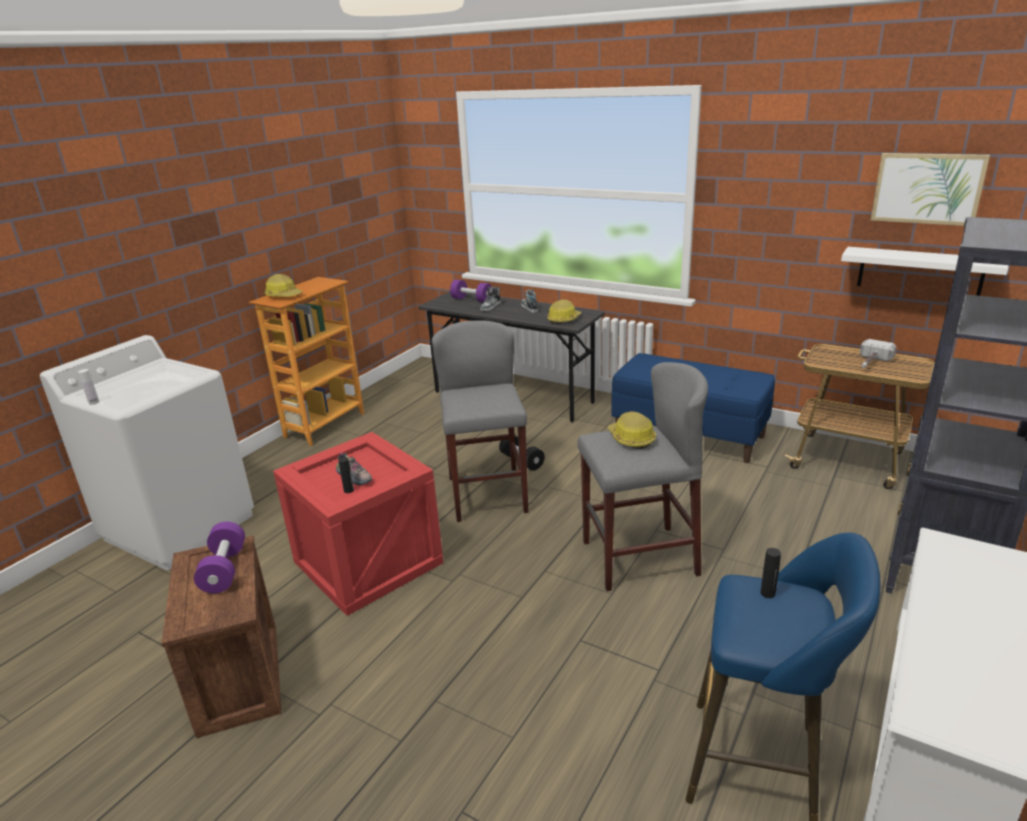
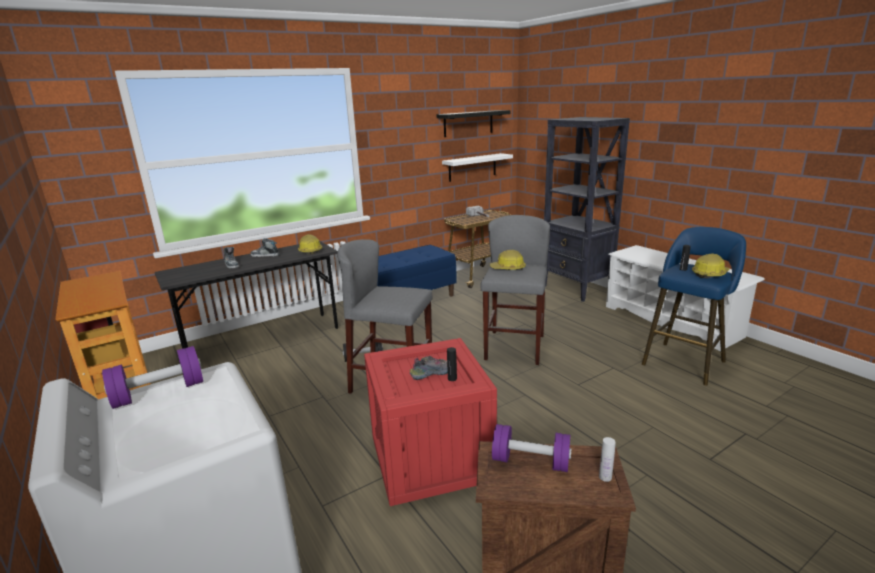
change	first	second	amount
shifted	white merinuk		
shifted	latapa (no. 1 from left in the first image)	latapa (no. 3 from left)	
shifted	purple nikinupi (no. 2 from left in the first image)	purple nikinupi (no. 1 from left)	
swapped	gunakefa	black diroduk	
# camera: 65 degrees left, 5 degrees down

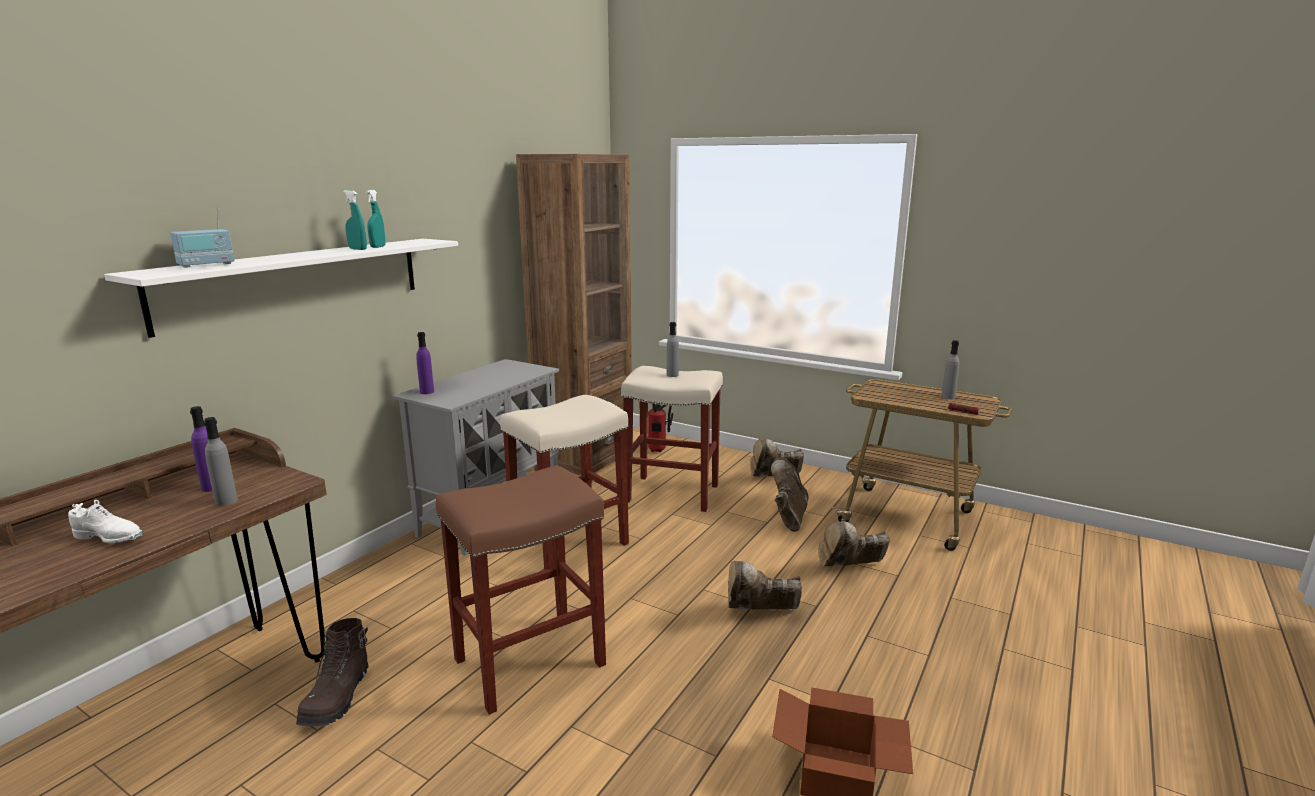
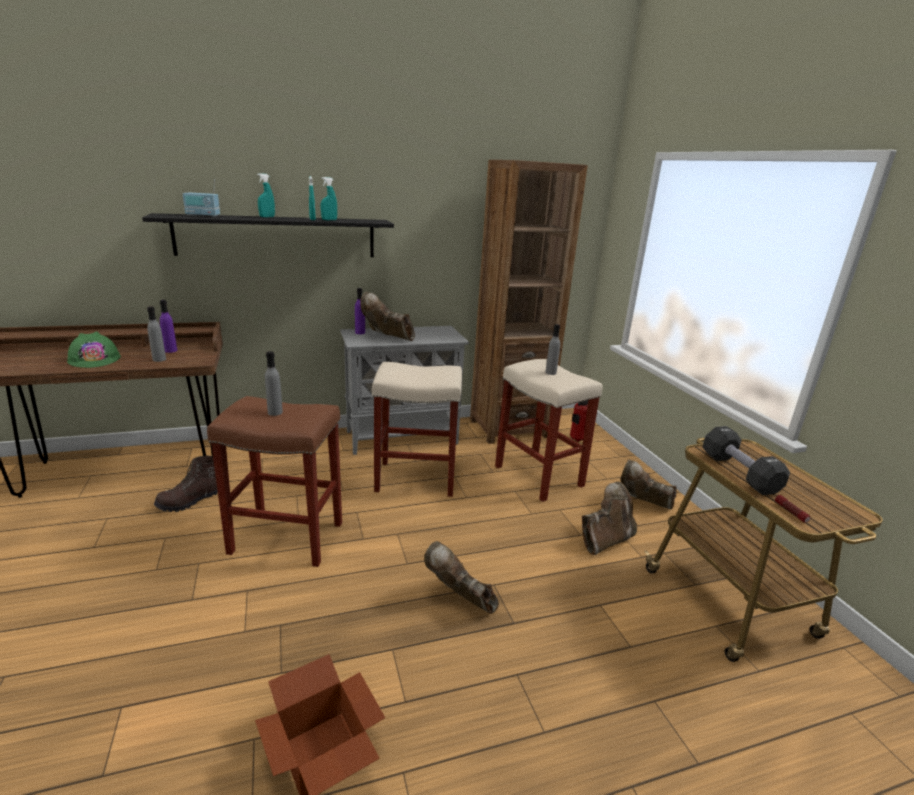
change	first	second	amount
swapped	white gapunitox	green latapa	
repainted	white diroduk	black diroduk	
shifted	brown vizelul (no. 5 from left in the first image)	brown vizelul (no. 2 from left)	
shifted	grey merinuk (no. 3 from left in the first image)	grey merinuk (no. 2 from left)	
new		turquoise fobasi (no. 1 from left)	
new		black nikinupi	
# camera: 40 degrees right, 5 degrees up

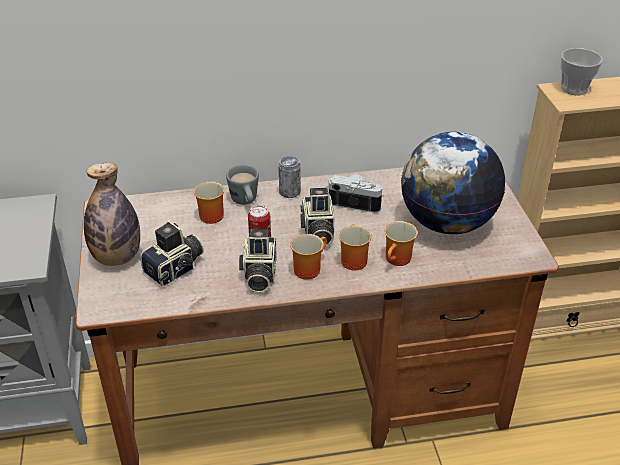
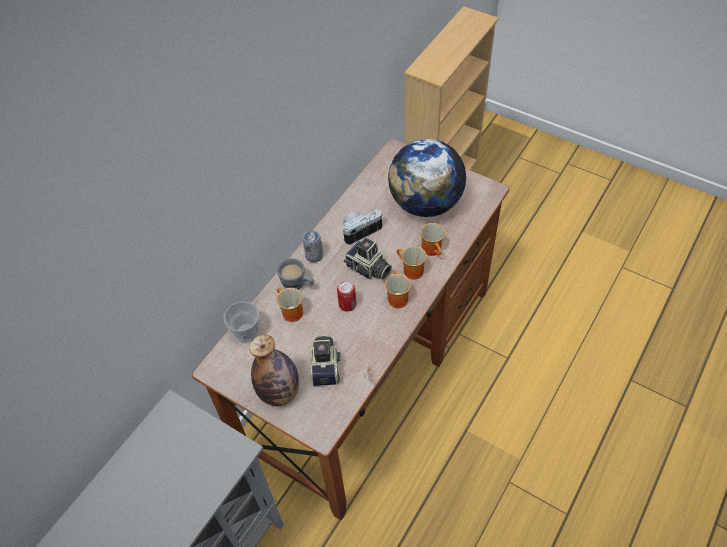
change	first	second	amount
gone	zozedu (no. 2 from left)		
shifted	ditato		
# camera: 45 degrees left, 15 degrees up

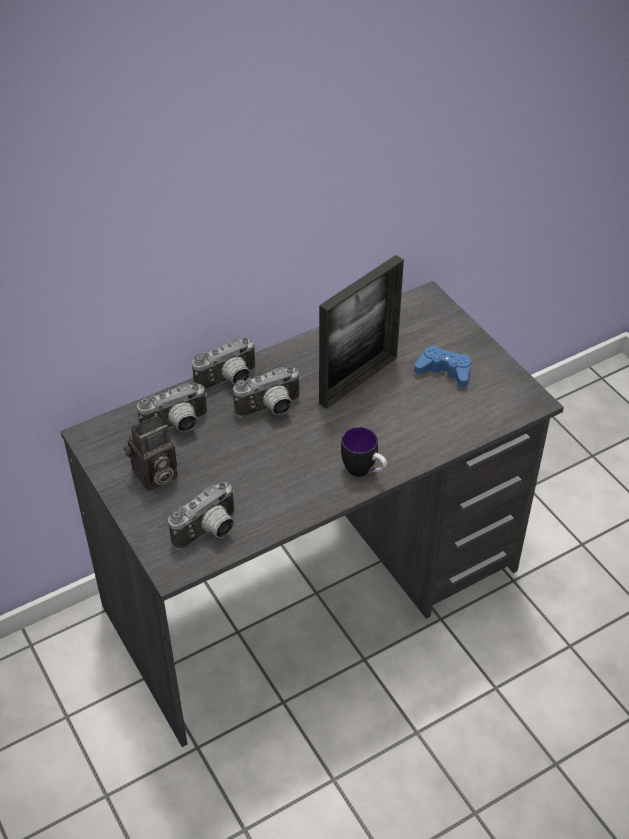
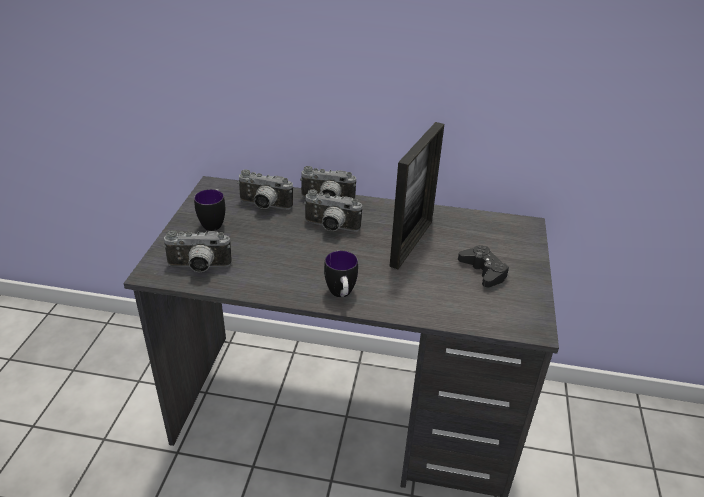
change	first	second	amount
swapped	zozedu (no. 1 from left)	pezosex (no. 1 from left)	
rotated	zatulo		60 degrees counterclockwise
repainted	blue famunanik	black famunanik	
# camera: 40 degrees right, 10 degrees down

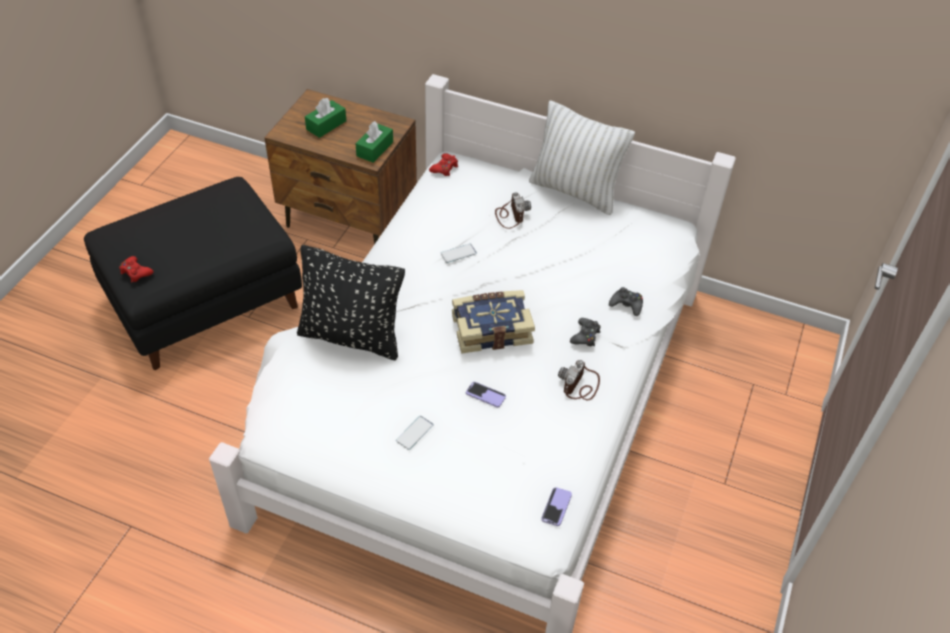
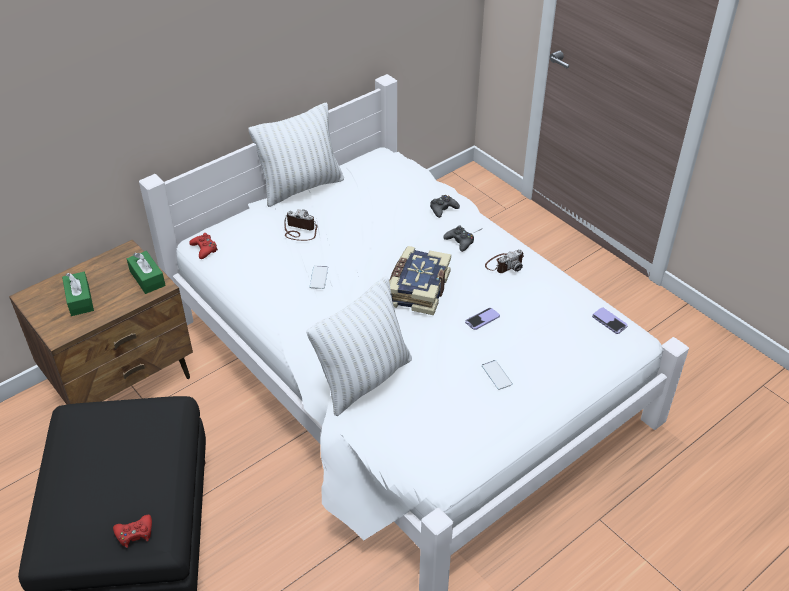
change	first	second	amount
repainted	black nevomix	white nevomix (no. 2 from left)	
rotated	zozedu (no. 2 from left)		90 degrees counterclockwise
# camera: 60 degrees left, 5 degrees down

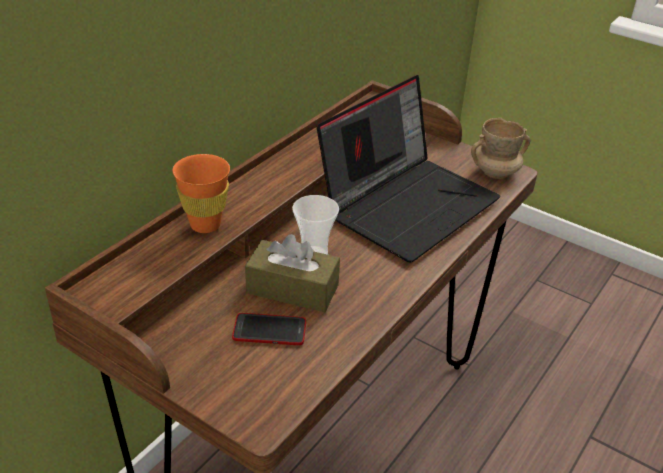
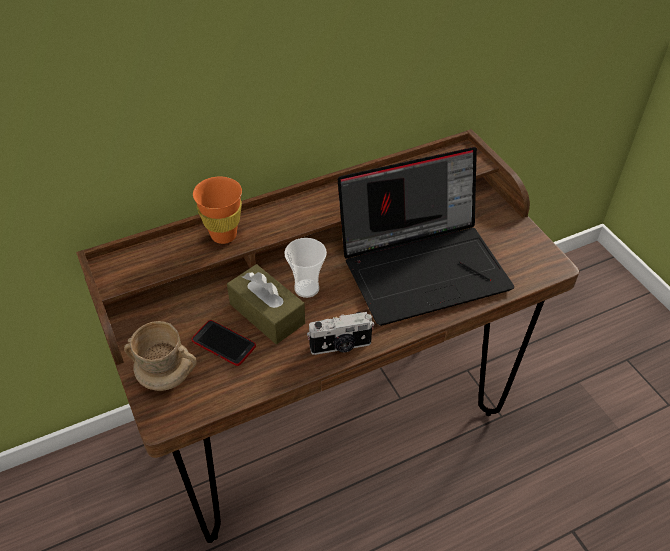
change	first	second	amount
shifted	beige pezosex		
new		zozedu	
# camera: 30 degrees right, 10 degrees up

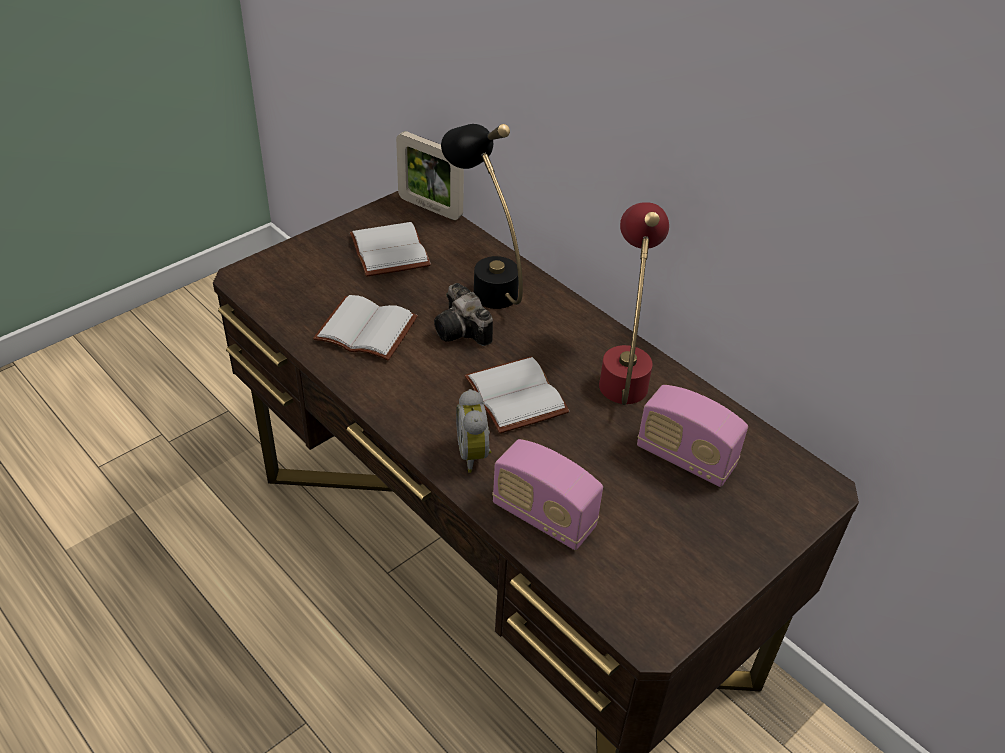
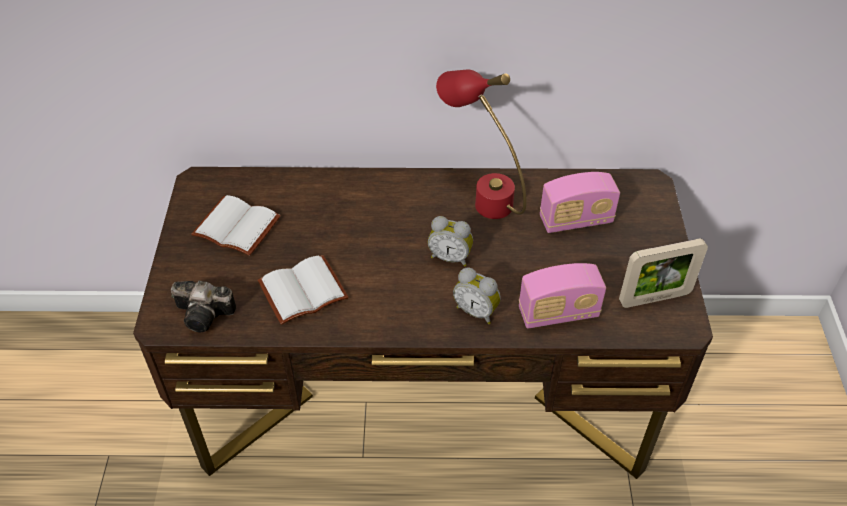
change	first	second	amount
shifted	zatulo		
shifted	zozedu		
gone	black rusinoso		
swapped	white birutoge (no. 3 from left)	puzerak (no. 1 from left)	
# camera: 45 degrees left, 5 degrees up

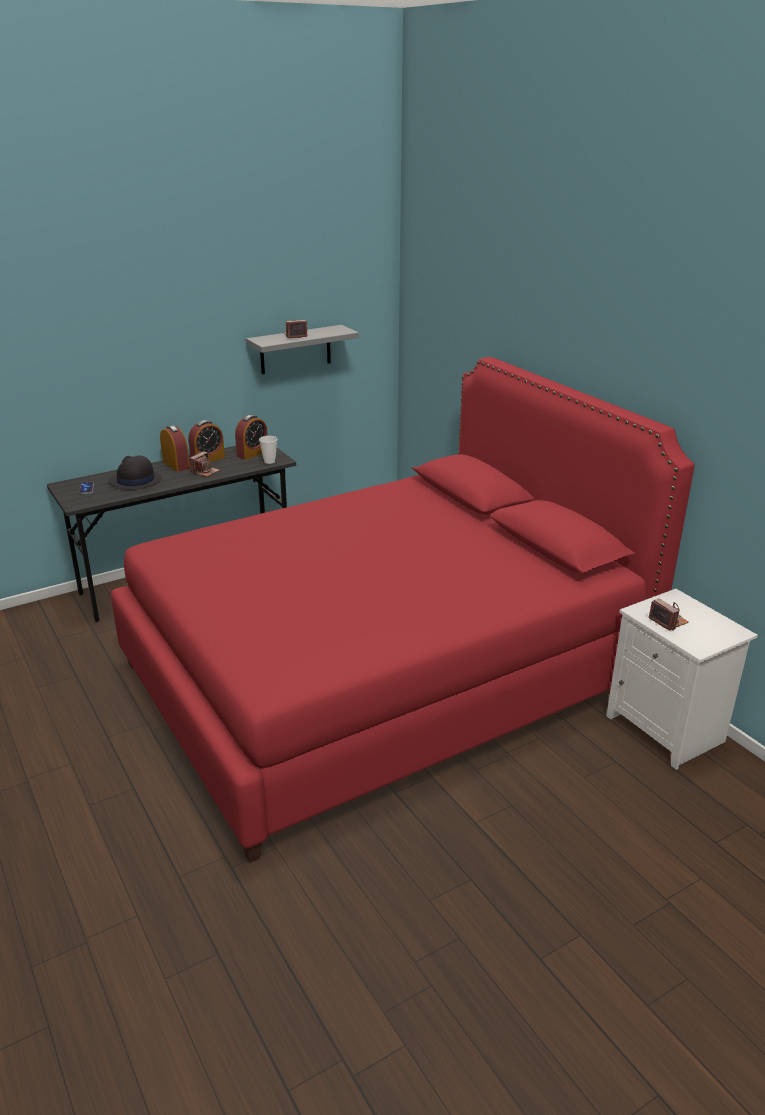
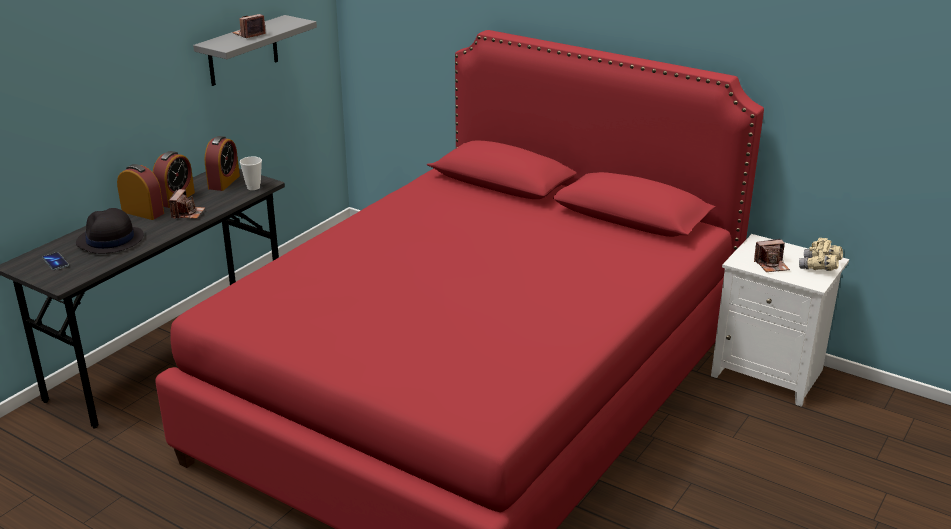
change	first	second	amount
rotated	zozedu (no. 3 from left)		135 degrees clockwise
new		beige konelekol	
# camera: 25 degrees left, 0 degrees up

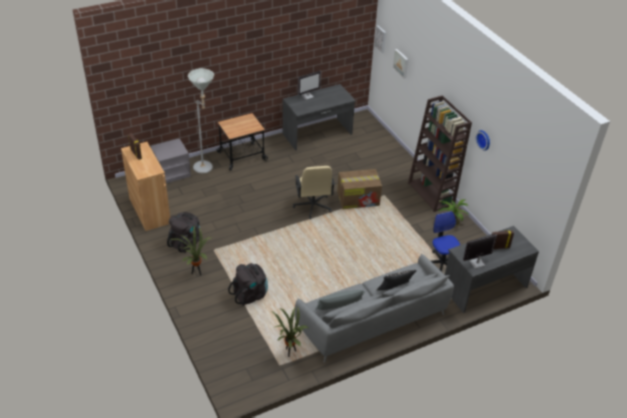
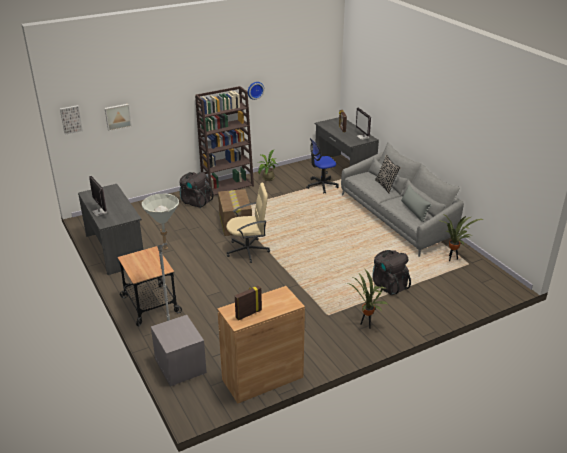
change	first	second	amount
shifted	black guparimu (no. 1 from left)		
# camera: 90 degrees left, 10 degrees down

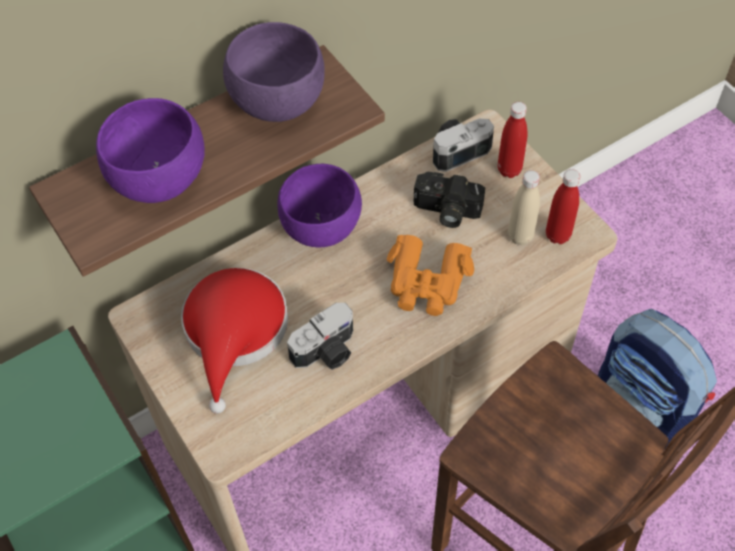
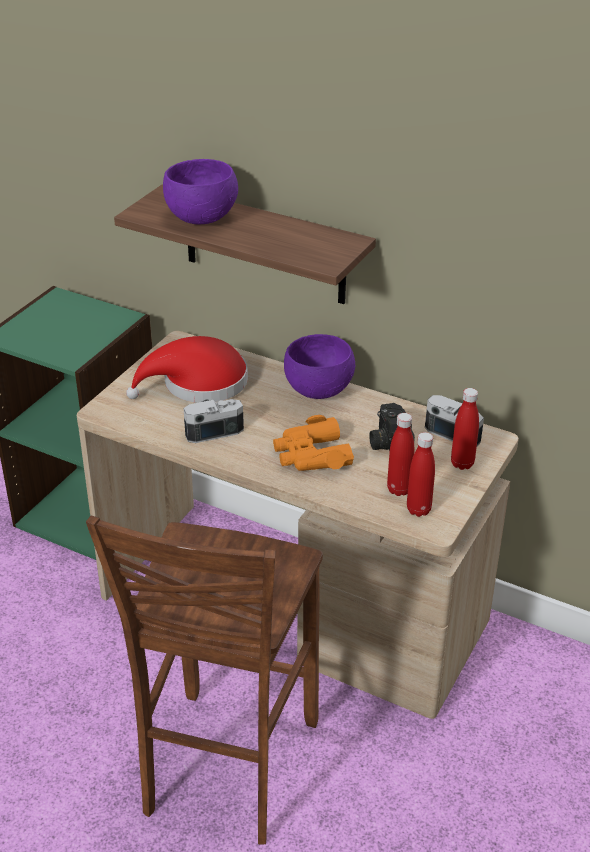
change	first	second	amount
gone	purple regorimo (no. 2 from left)		
rotated	zozedu (no. 1 from left)		135 degrees clockwise
repainted	beige merinuk	red merinuk (no. 1 from left)	
gone	guparimu		
# camera: 60 degrees right, 20 degrees down

